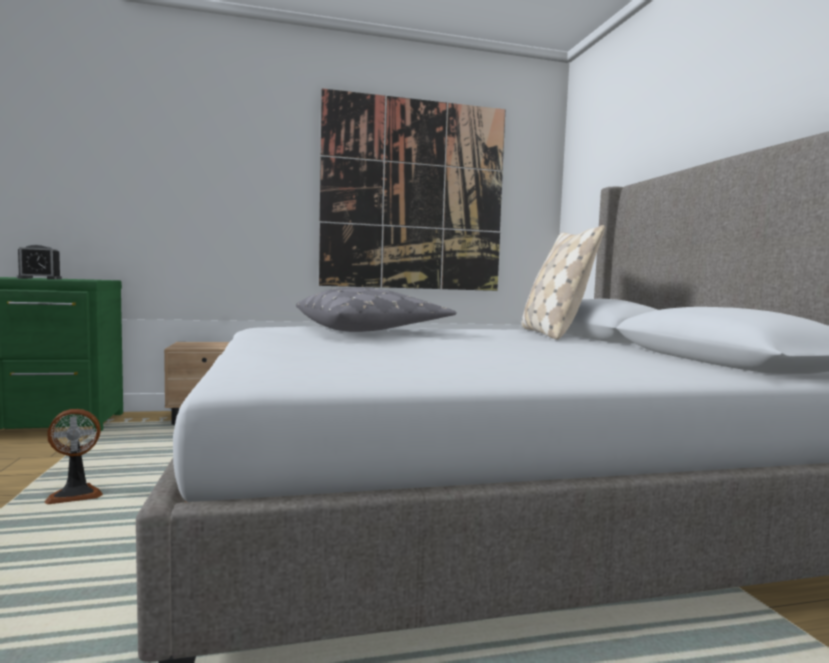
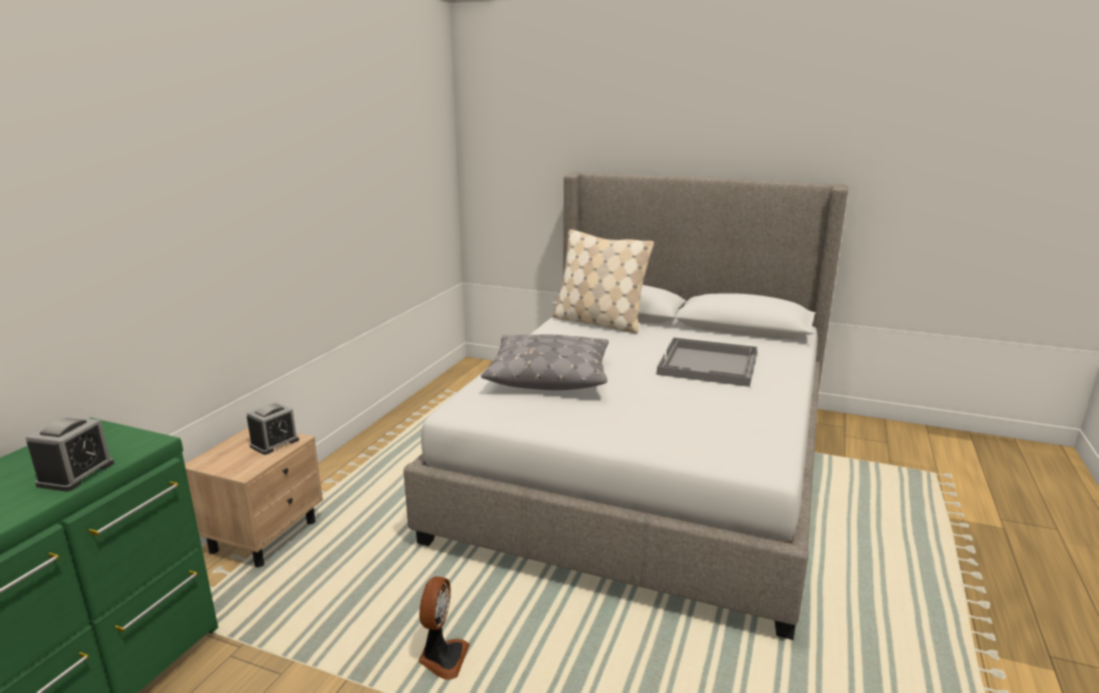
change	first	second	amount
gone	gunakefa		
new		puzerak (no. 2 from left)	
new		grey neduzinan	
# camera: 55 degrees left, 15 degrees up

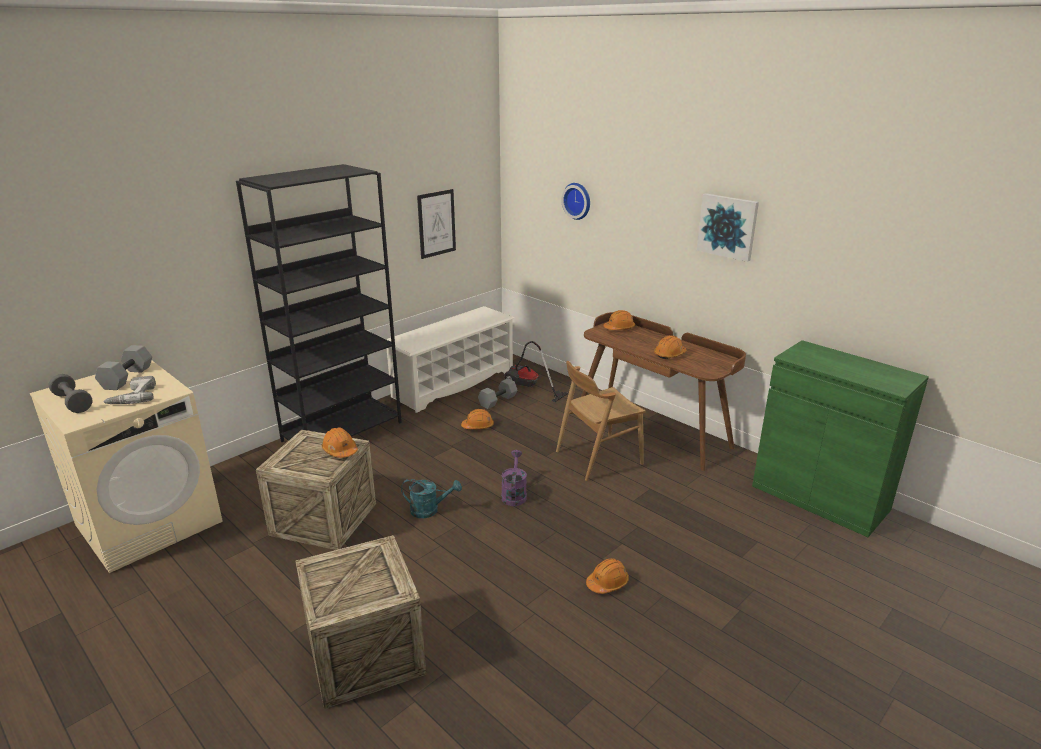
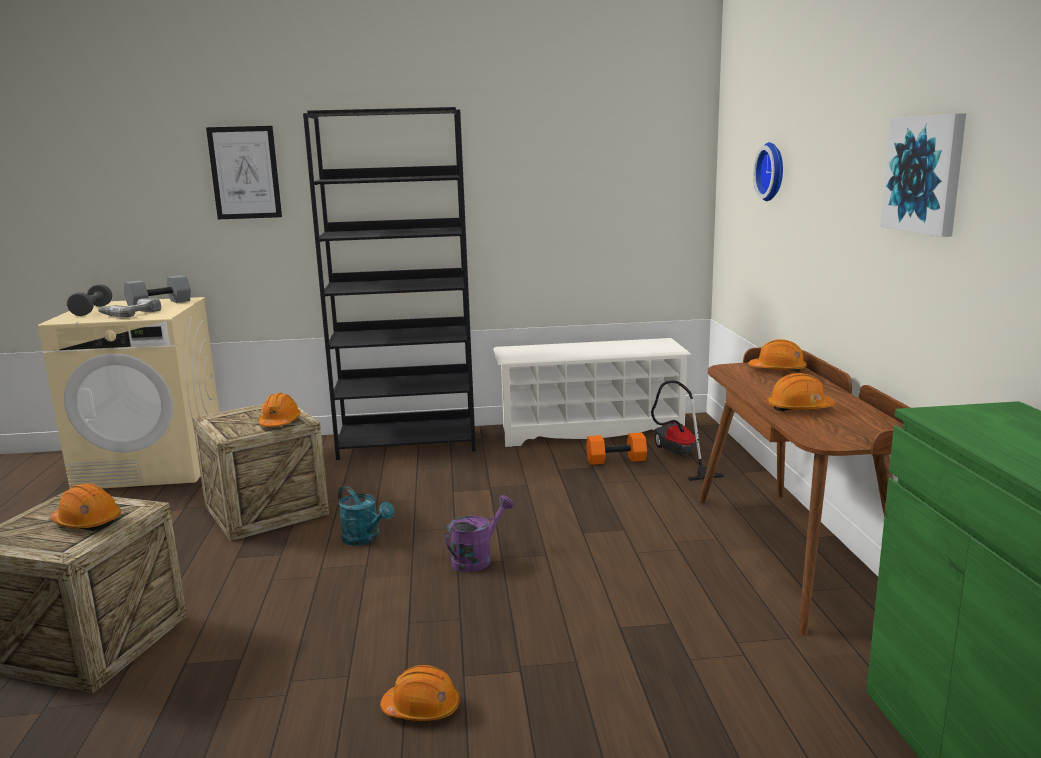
change	first	second	amount
shifted	gunakefa (no. 1 from left)		
shifted	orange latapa (no. 2 from left in the first image)	orange latapa (no. 1 from left)	
repainted	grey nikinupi (no. 3 from left)	orange nikinupi	
gone	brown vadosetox		
# camera: 40 degrees right, 10 degrees down

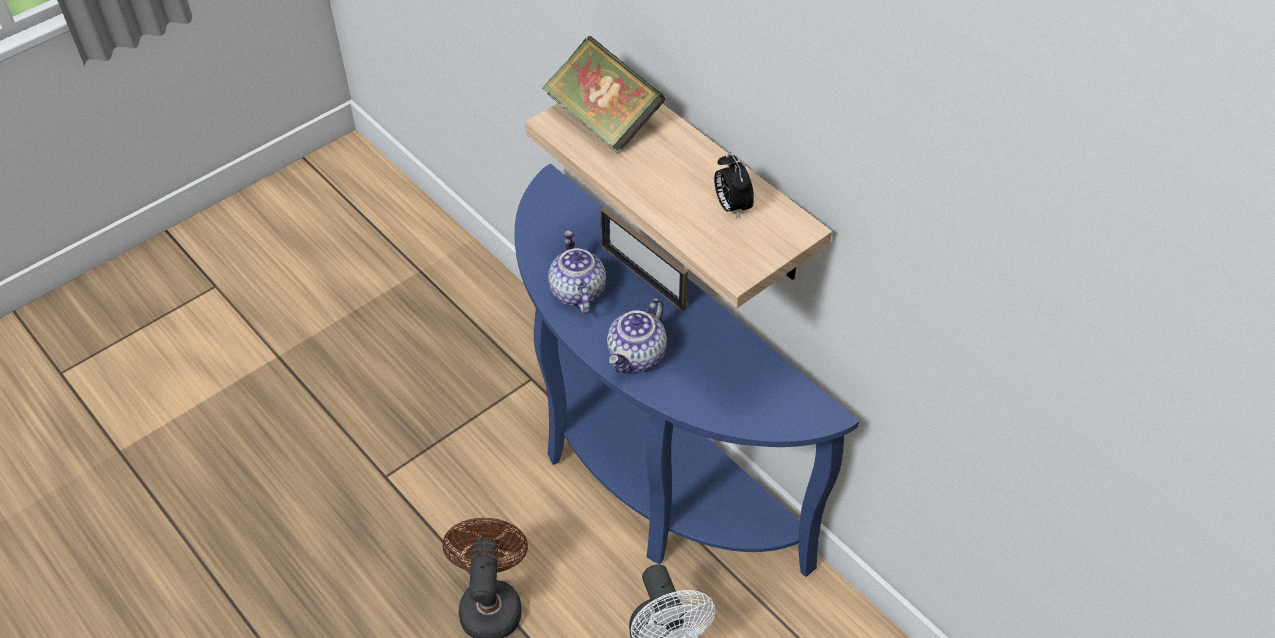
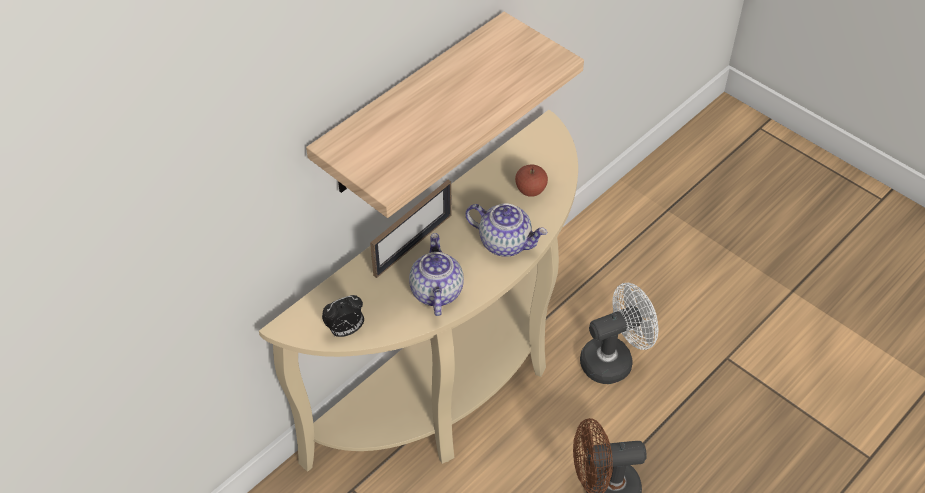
change	first	second	amount
repainted	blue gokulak	beige gokulak	
gone	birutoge		
rotated	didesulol (no. 1 from left)		105 degrees clockwise
shifted	puzerak		
new		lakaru	
# camera: 95 degrees left, 0 degrees up

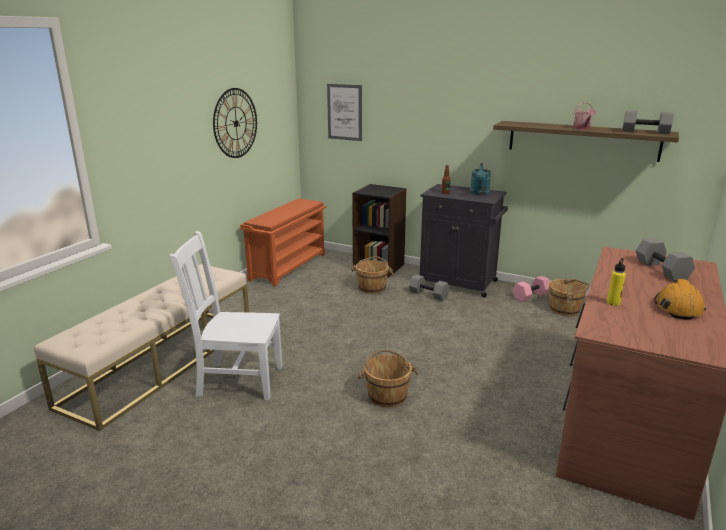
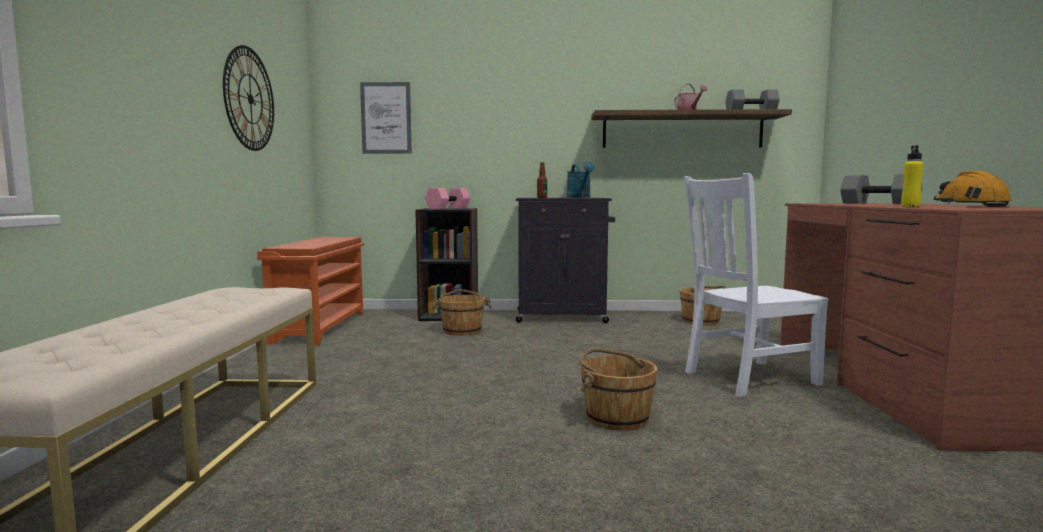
change	first	second	amount
shifted	white vadosetox		
gone	grey nikinupi (no. 1 from left)		
shifted	pink nikinupi		
# camera: 25 degrees left, 15 degrees down

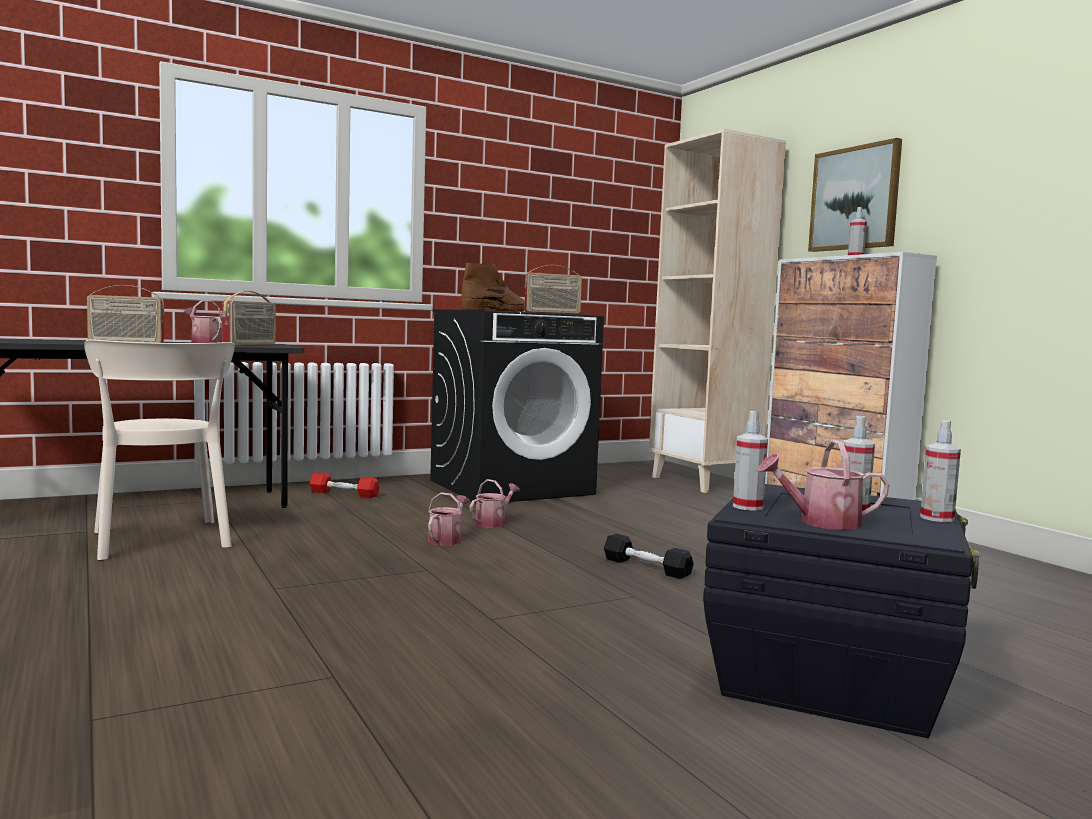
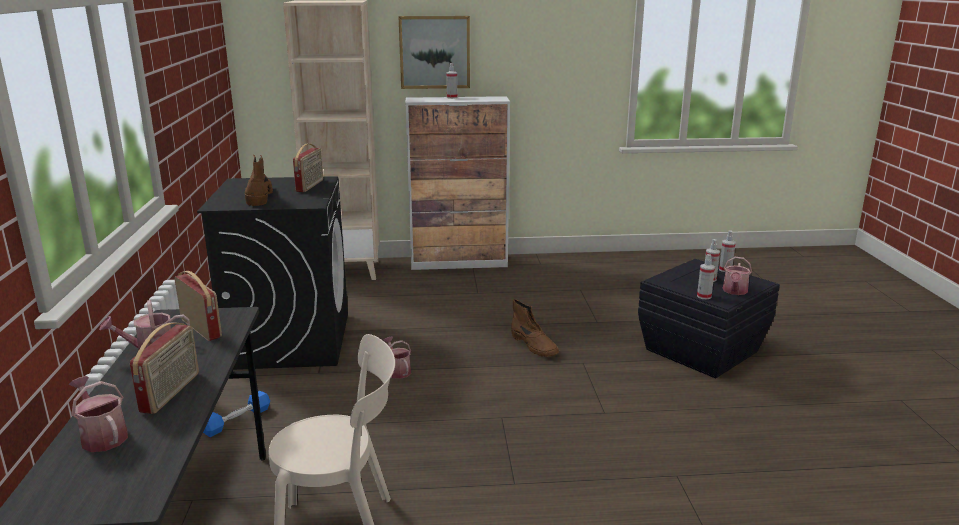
change	first	second	amount
repainted	red nikinupi	blue nikinupi	
shifted	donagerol (no. 2 from left in the first image)	donagerol (no. 1 from left)	
swapped	black nikinupi	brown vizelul (no. 2 from left)	
# camera: 65 degrees left, 15 degrees up

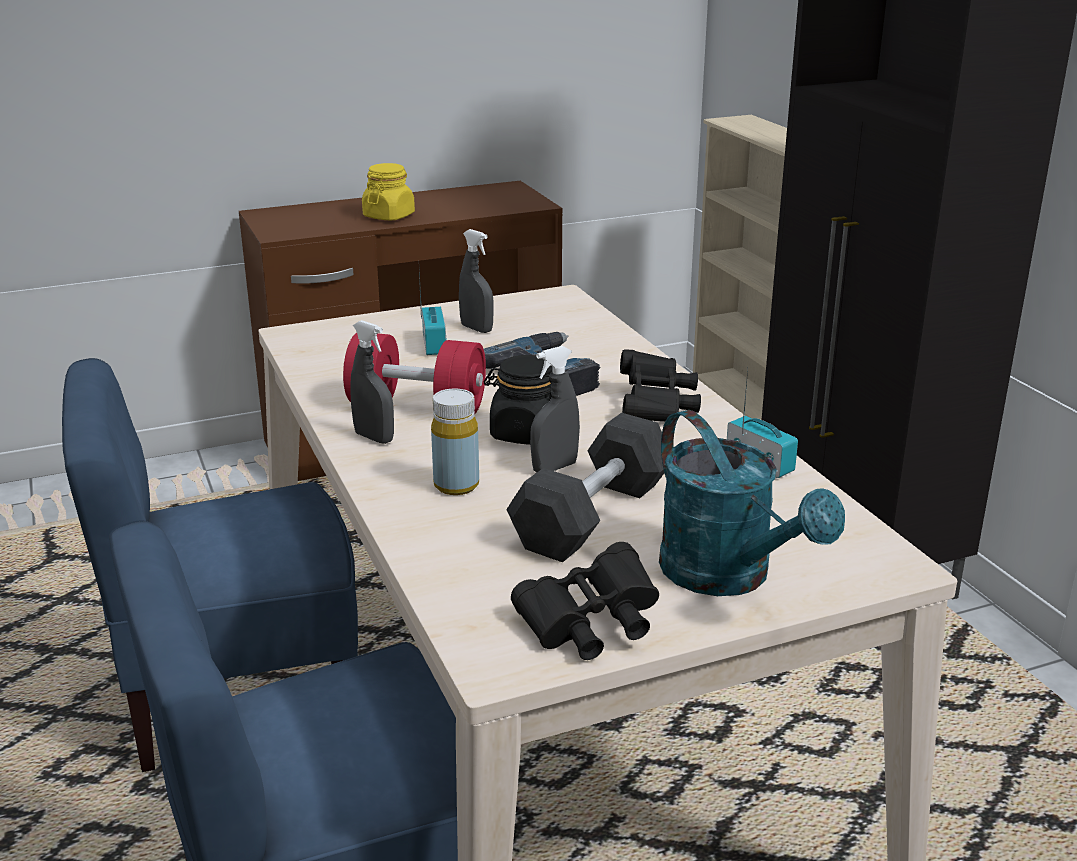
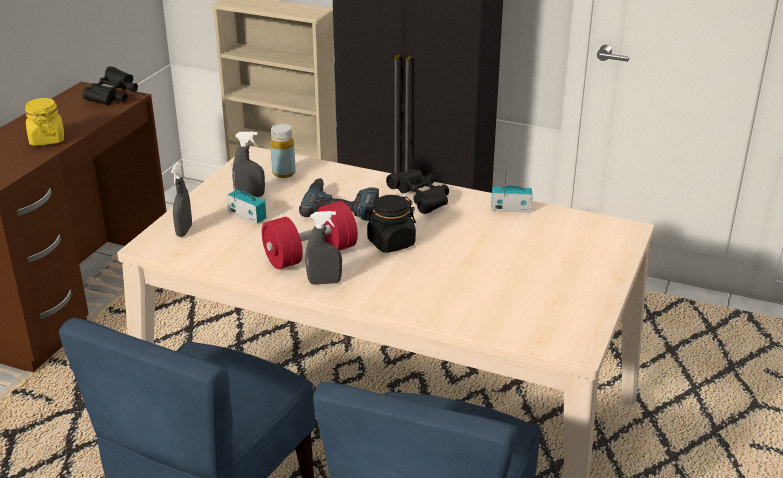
change	first	second	amount
shifted	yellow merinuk		
gone	grey nikinupi		
shifted	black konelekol (no. 1 from left)		
shifted	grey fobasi (no. 3 from left in the first image)	grey fobasi (no. 1 from left)	
gone	turquoise donagerol		
# camera: 45 degrees left, 5 degrees up

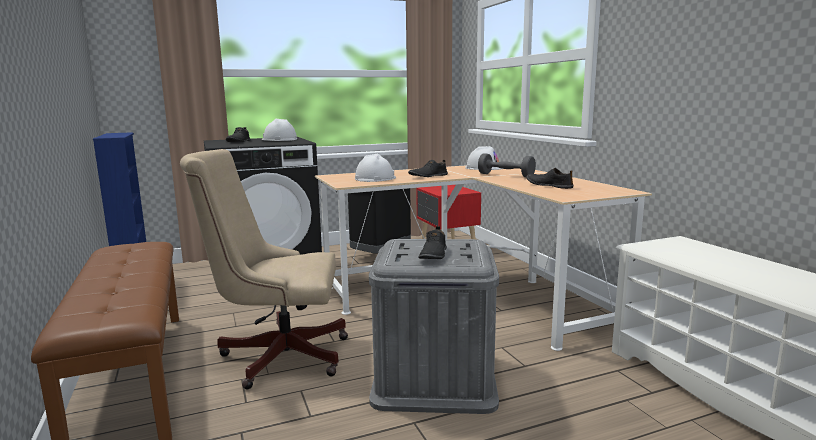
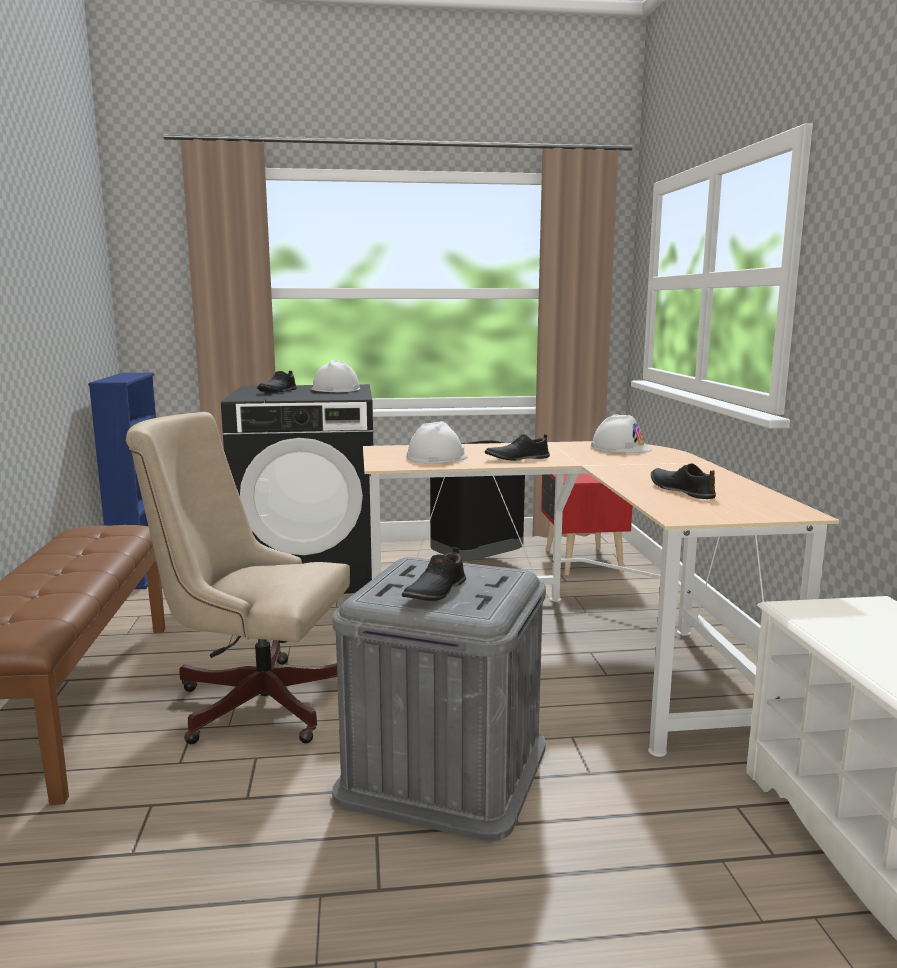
change	first	second	amount
gone	grey nikinupi		
# camera: 15 degrees right, 0 degrees up

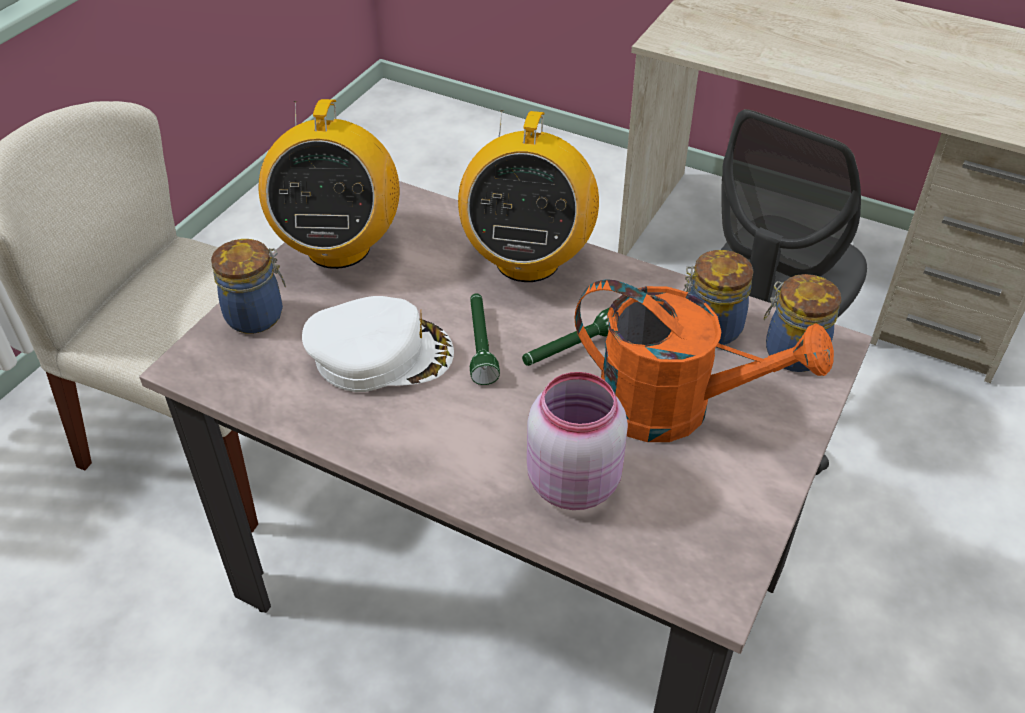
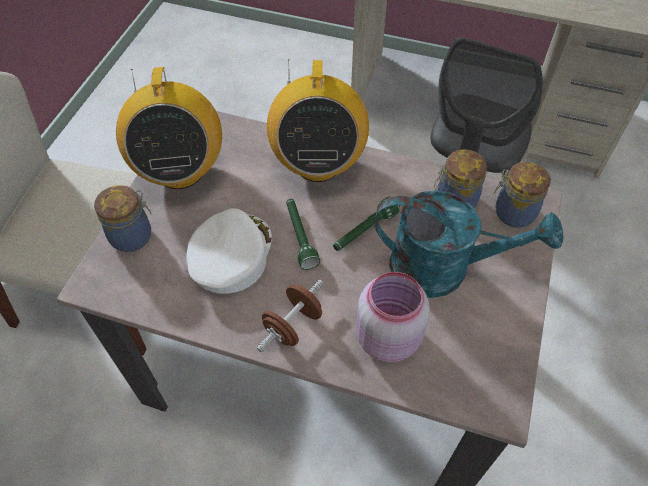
change	first	second	amount
rotated	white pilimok		60 degrees counterclockwise
repainted	orange donagerol	turquoise donagerol	
new		brown nikinupi	
# camera: 10 degrees left, 10 degrees up

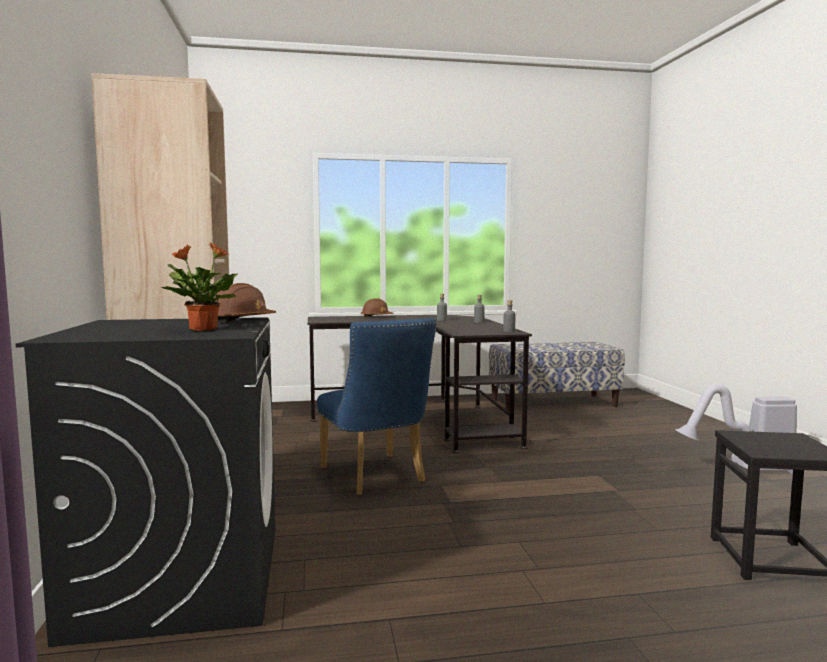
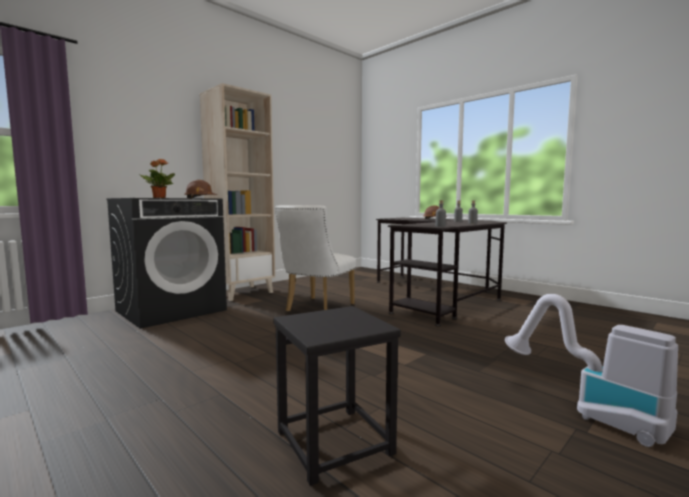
change	first	second	amount
repainted	blue vadosetox	white vadosetox	
gone	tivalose		
# camera: 55 degrees right, 0 degrees up

